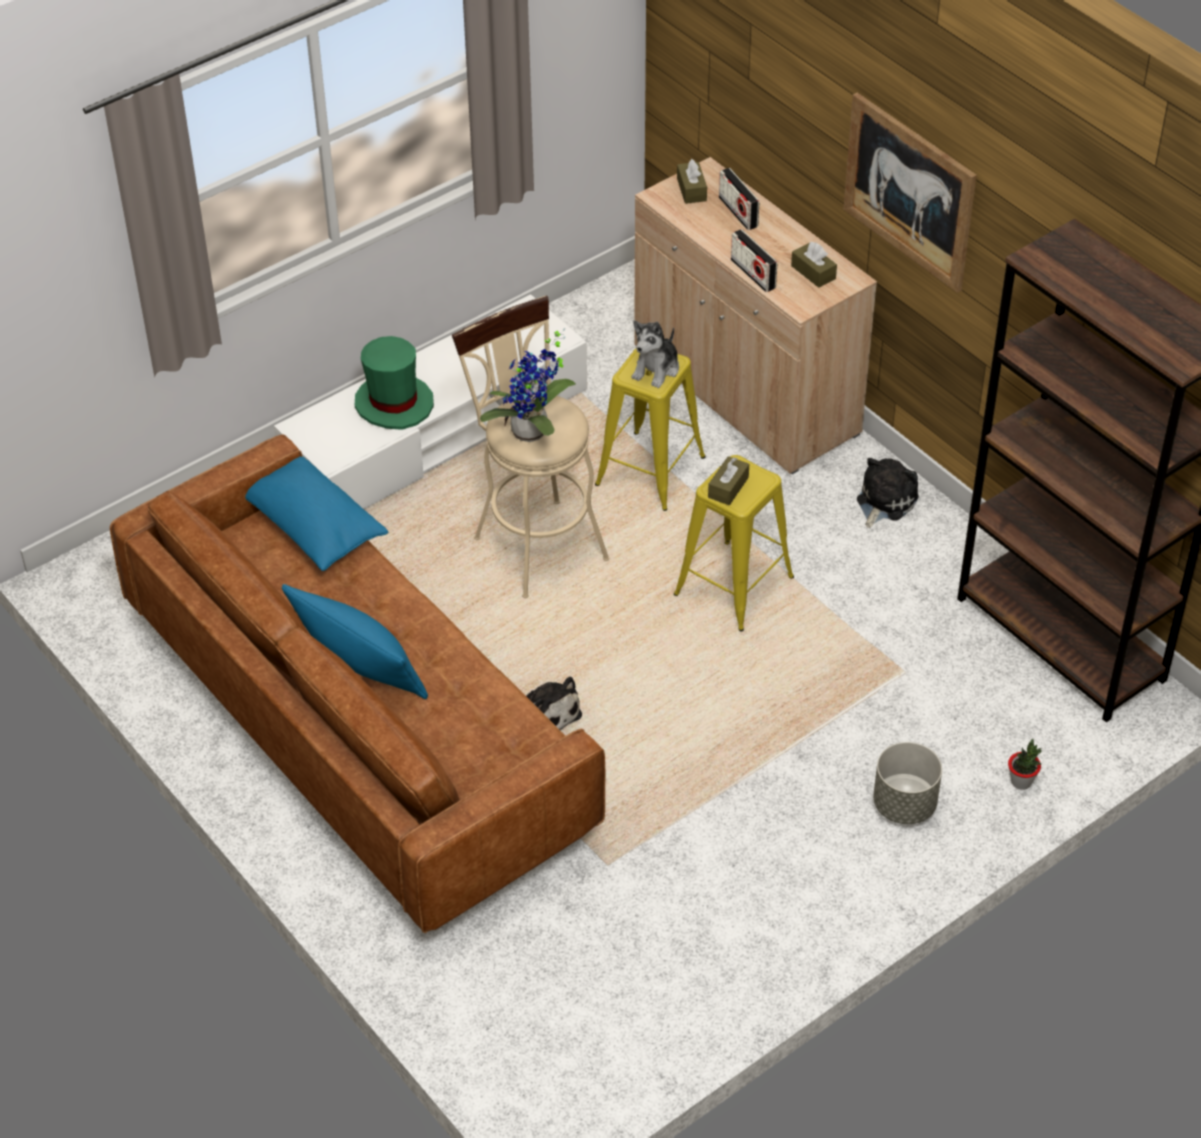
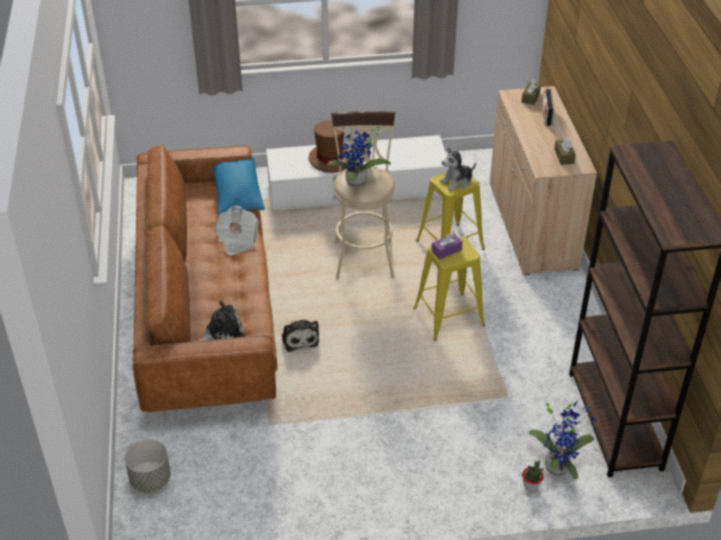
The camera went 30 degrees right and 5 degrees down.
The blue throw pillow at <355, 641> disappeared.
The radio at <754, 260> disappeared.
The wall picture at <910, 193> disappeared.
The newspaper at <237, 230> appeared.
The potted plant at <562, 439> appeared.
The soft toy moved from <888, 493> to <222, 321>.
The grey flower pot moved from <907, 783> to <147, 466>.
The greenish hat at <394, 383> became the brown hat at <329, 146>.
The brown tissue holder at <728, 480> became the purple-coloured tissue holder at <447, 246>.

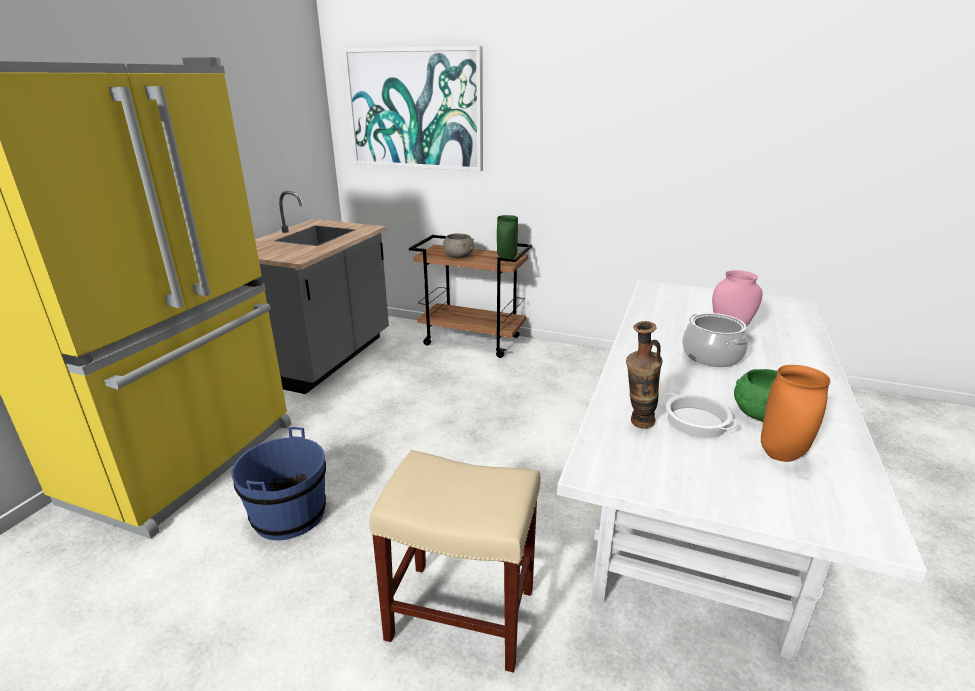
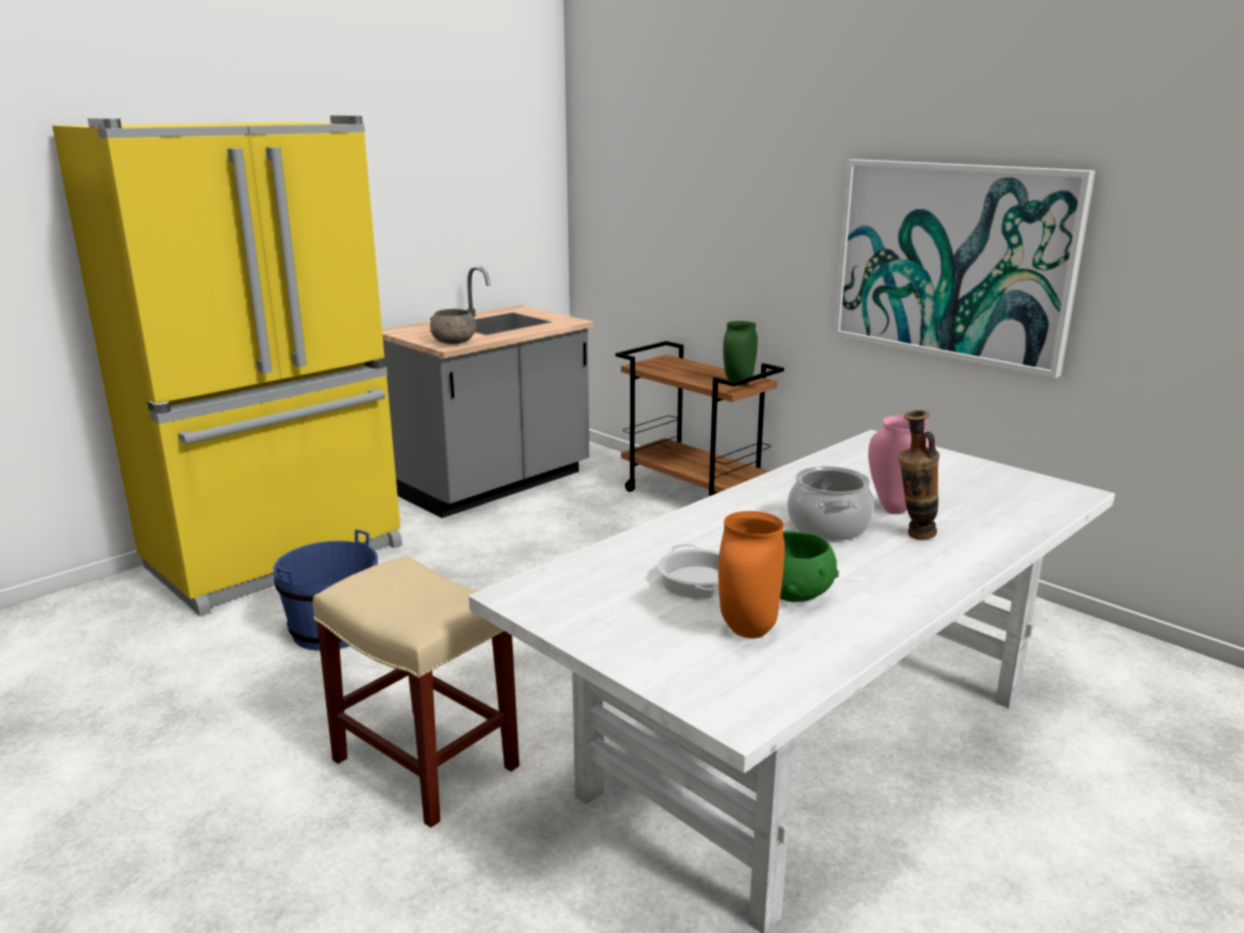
The camera went 25 degrees right and 5 degrees down.
The wall picture moved from <413, 108> to <964, 268>.
The grey deep dish moved from <458, 246> to <453, 326>.
The vase moved from <644, 375> to <919, 475>.

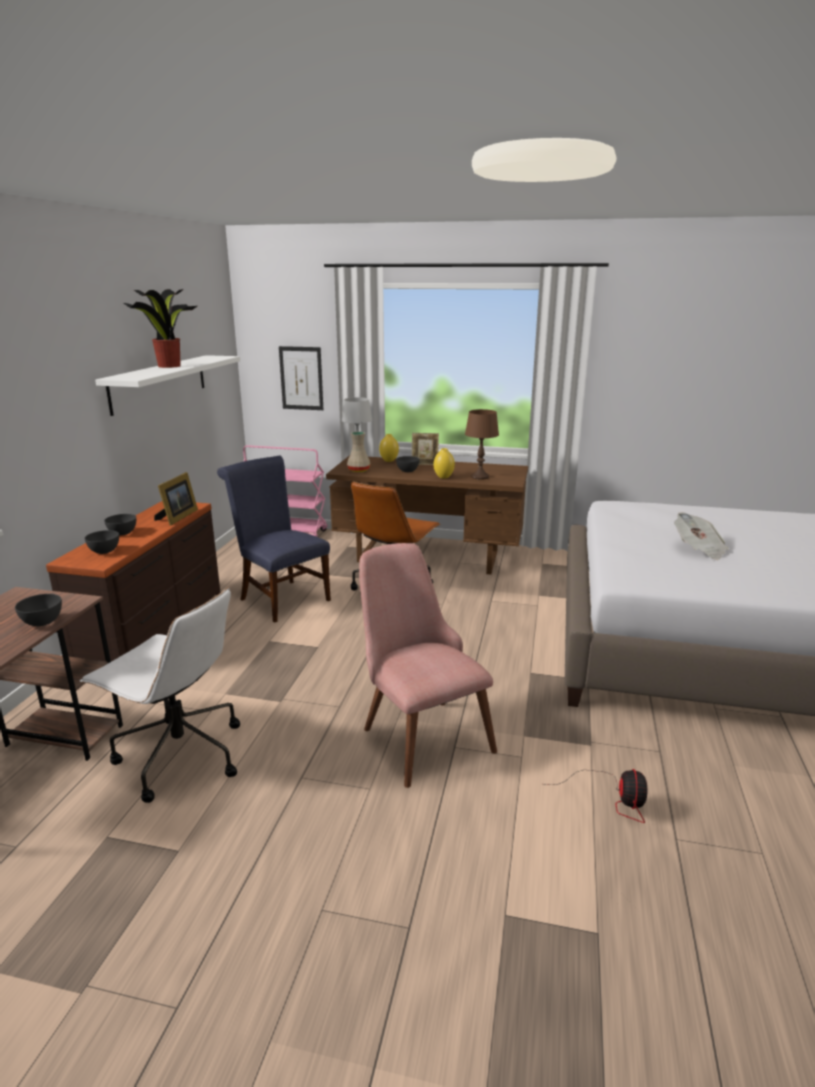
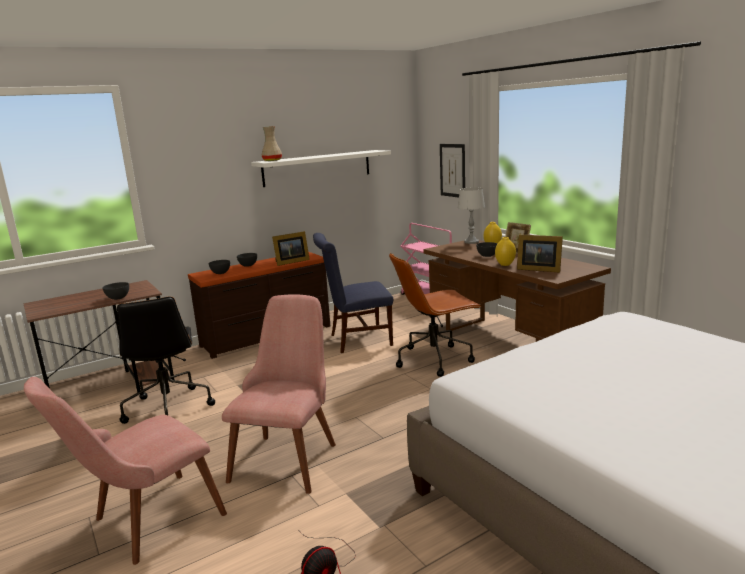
The camera went 45 degrees right and 5 degrees down.
The potted plant at <160, 328> disappeared.
The newspaper at <701, 536> disappeared.
The pink upright chair at <125, 471> appeared.
The beige vase moved from <359, 452> to <272, 143>.
The brown table lamp at <482, 444> was replaced by the standing frame at <540, 254>.
The white-coloured office chair at <160, 695> became the black office chair at <166, 360>.
The blue upright chair at <274, 539> turned 105 degrees counterclockwise.

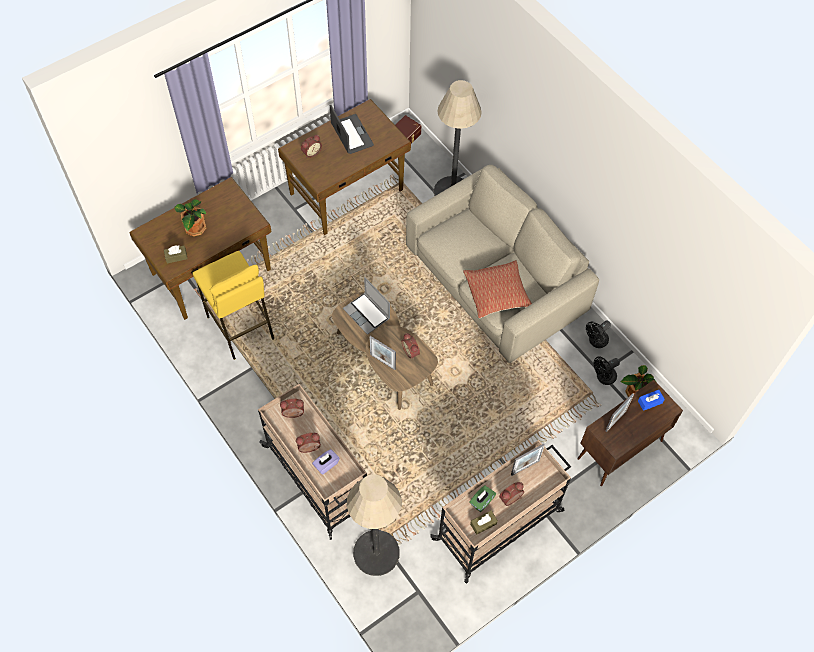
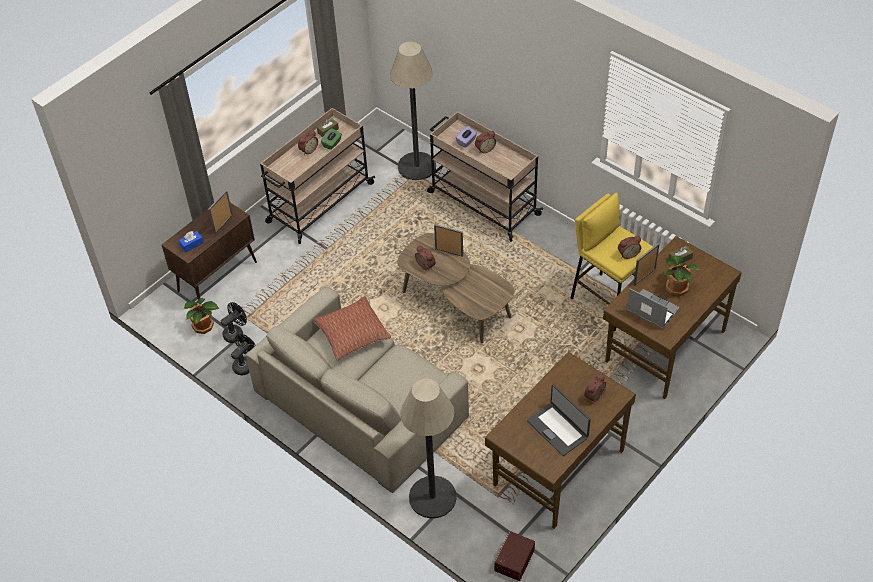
The camera went 170 degrees right and 10 degrees down.
The bedside clock moved from <292, 408> to <629, 247>.
The portable computer moved from <366, 306> to <653, 308>.
The standing frame moved from <528, 460> to <646, 264>.

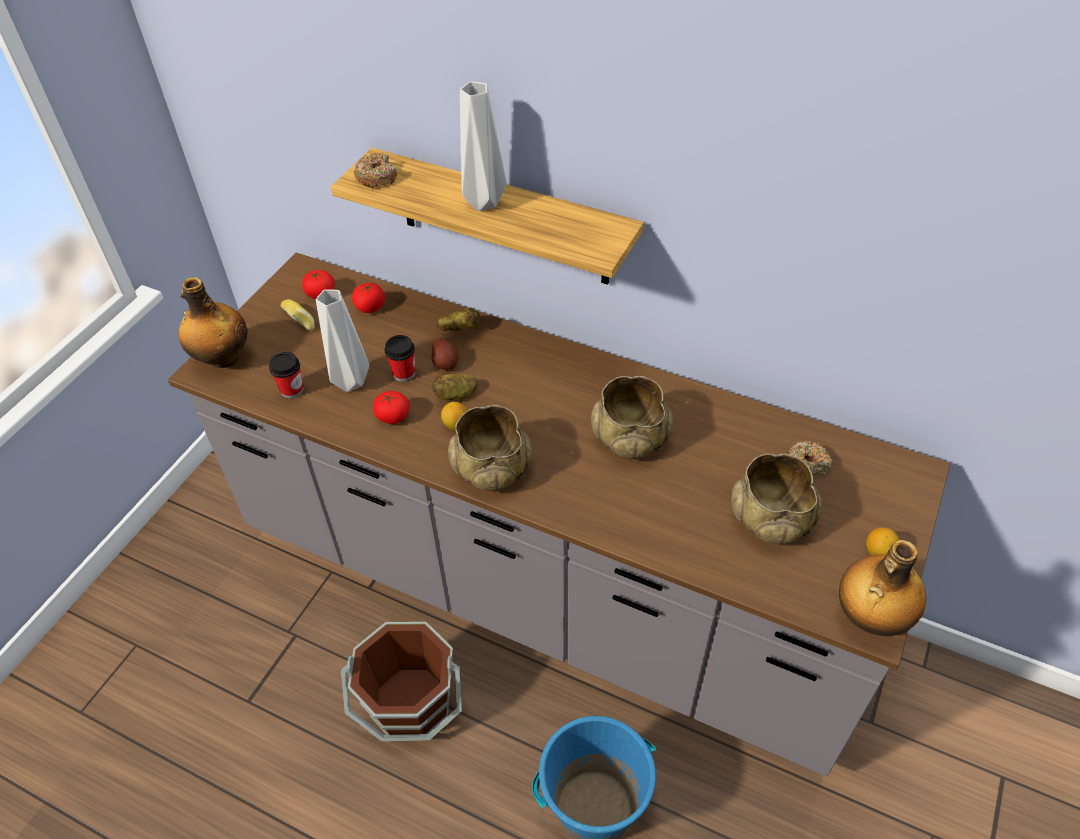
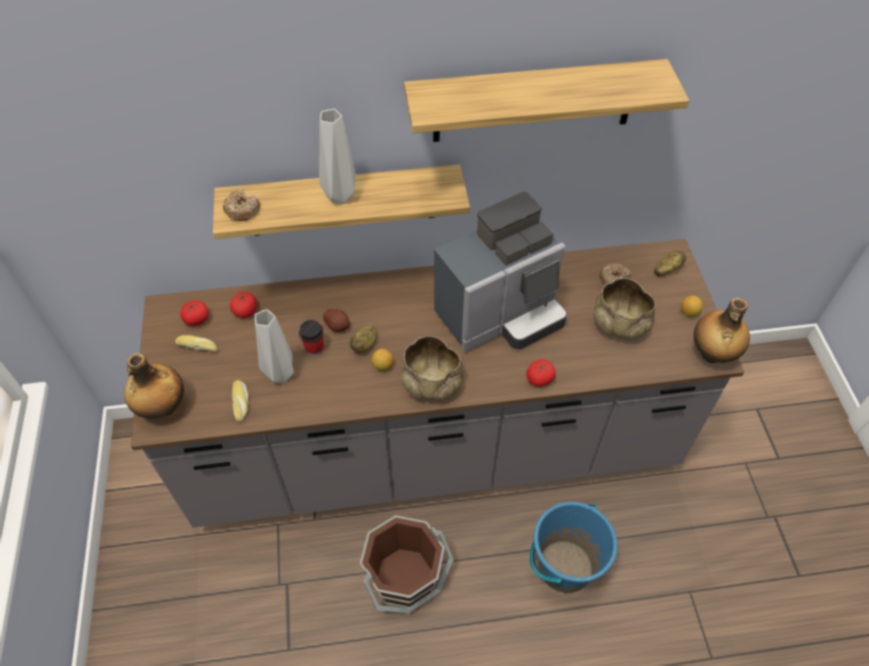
The camera went 35 degrees left and 5 degrees up.
The bracket shelf at <546, 100> appeared.
The tomato moved from <391, 407> to <541, 373>.
The spud moved from <458, 319> to <670, 263>.
The small cup at <286, 375> was replaced by the bakery bread at <240, 401>.
The beige deep dish at <632, 417> was replaced by the coffee maker at <500, 272>.

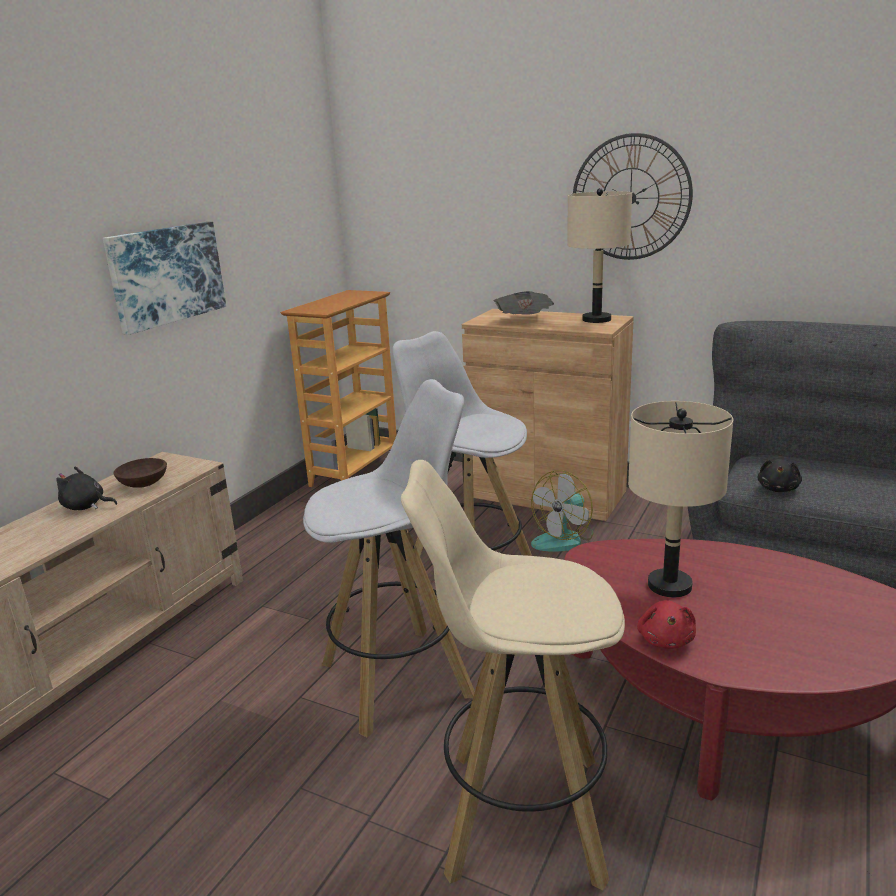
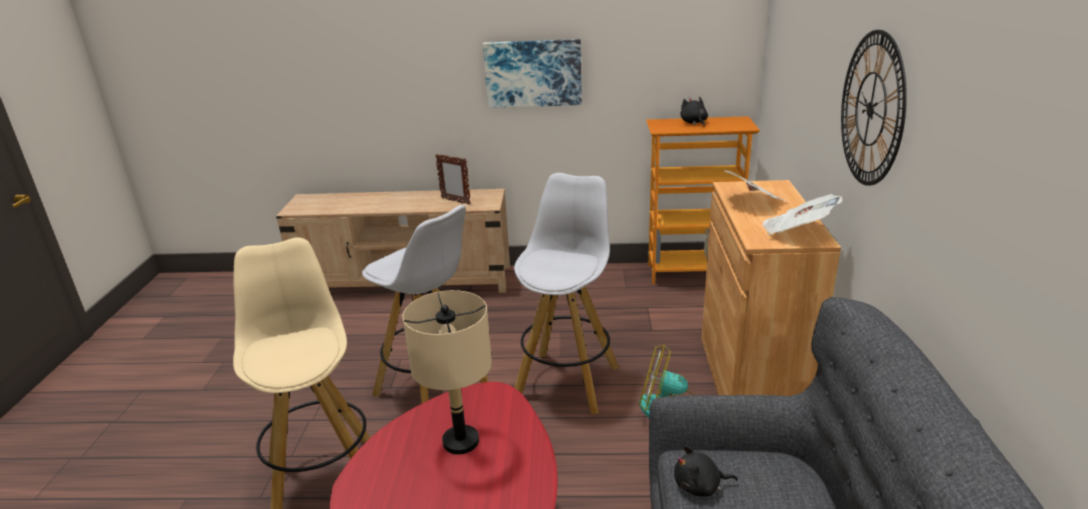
The camera went 65 degrees right and 5 degrees up.
The reddish soft toy at <666, 624> disappeared.
The black soft toy moved from <86, 488> to <694, 111>.
The brown deep dish at <140, 473> was replaced by the standing frame at <453, 179>.
The beige table lamp at <599, 255> was replaced by the newspaper at <802, 214>.

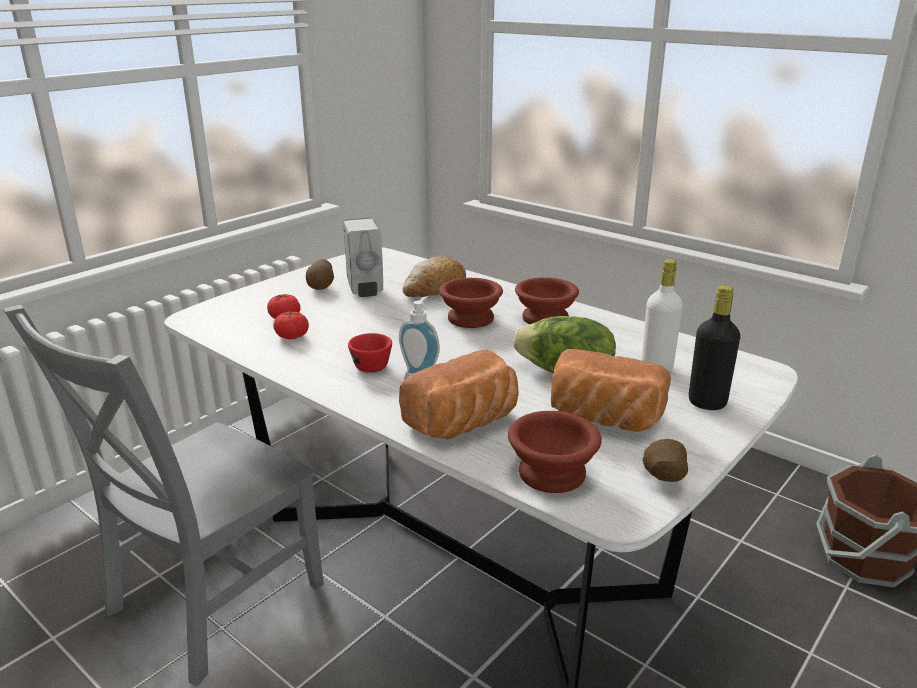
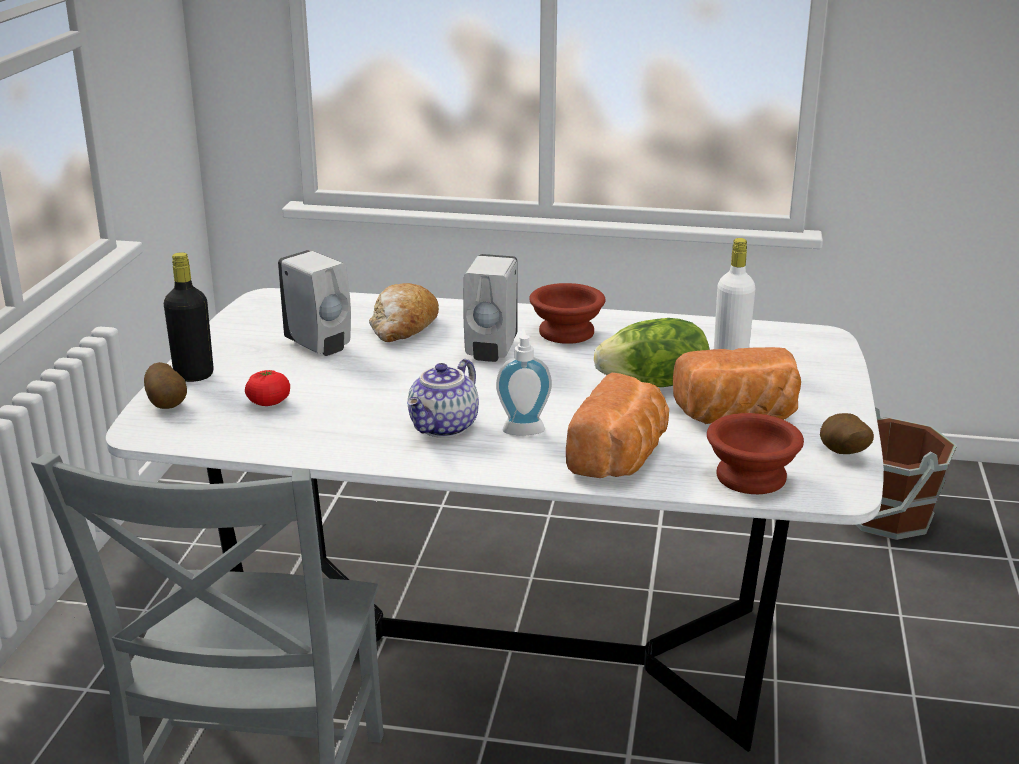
The camera went 30 degrees left and 0 degrees up.
The tomato at <291, 325> disappeared.
The spud moved from <320, 274> to <165, 385>.
The black drink bottle moved from <714, 348> to <189, 317>.
The reddish small cup at <370, 353> was replaced by the pot for tea at <443, 398>.
The brown deep dish at <471, 303> was replaced by the white-coloured liquid soap bottle at <490, 308>.

